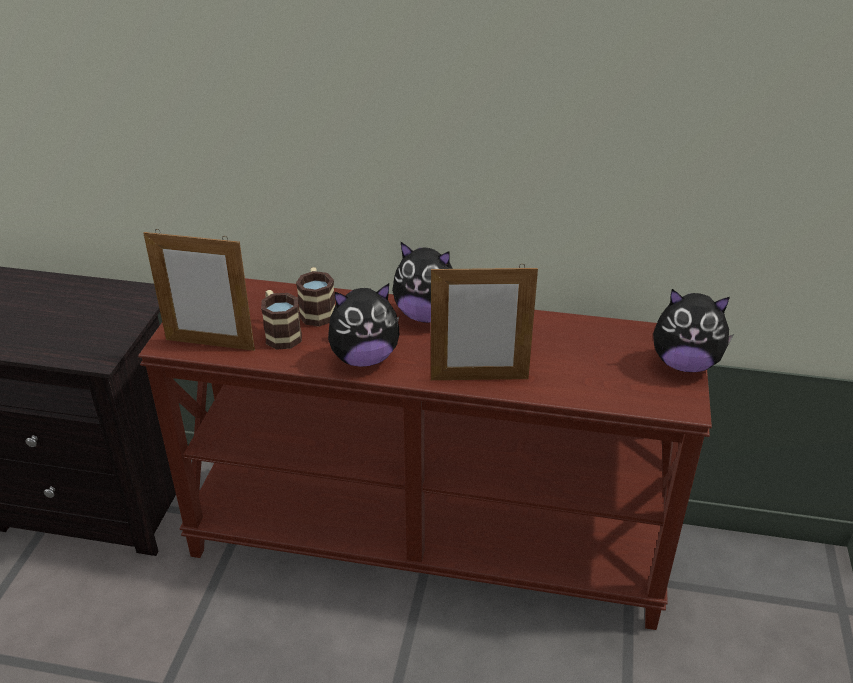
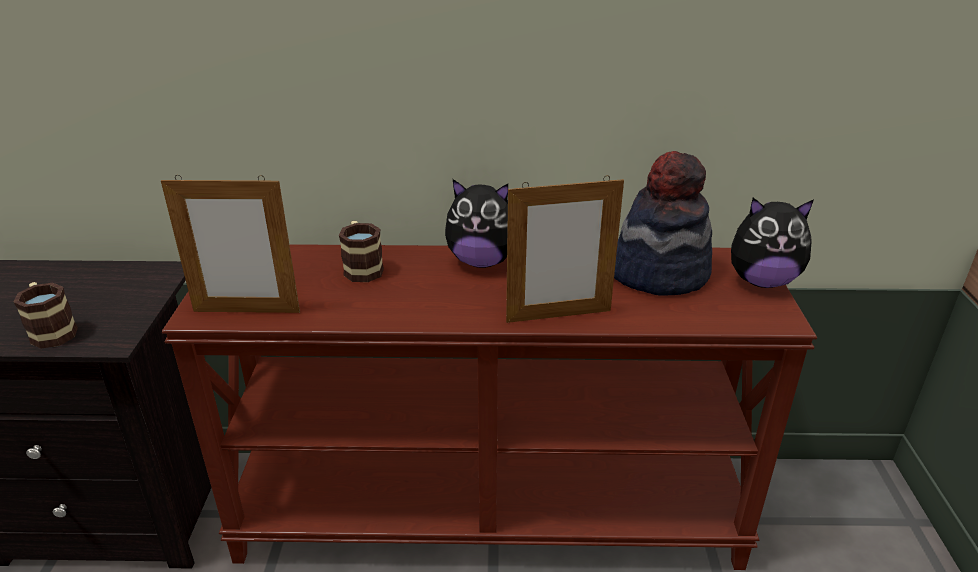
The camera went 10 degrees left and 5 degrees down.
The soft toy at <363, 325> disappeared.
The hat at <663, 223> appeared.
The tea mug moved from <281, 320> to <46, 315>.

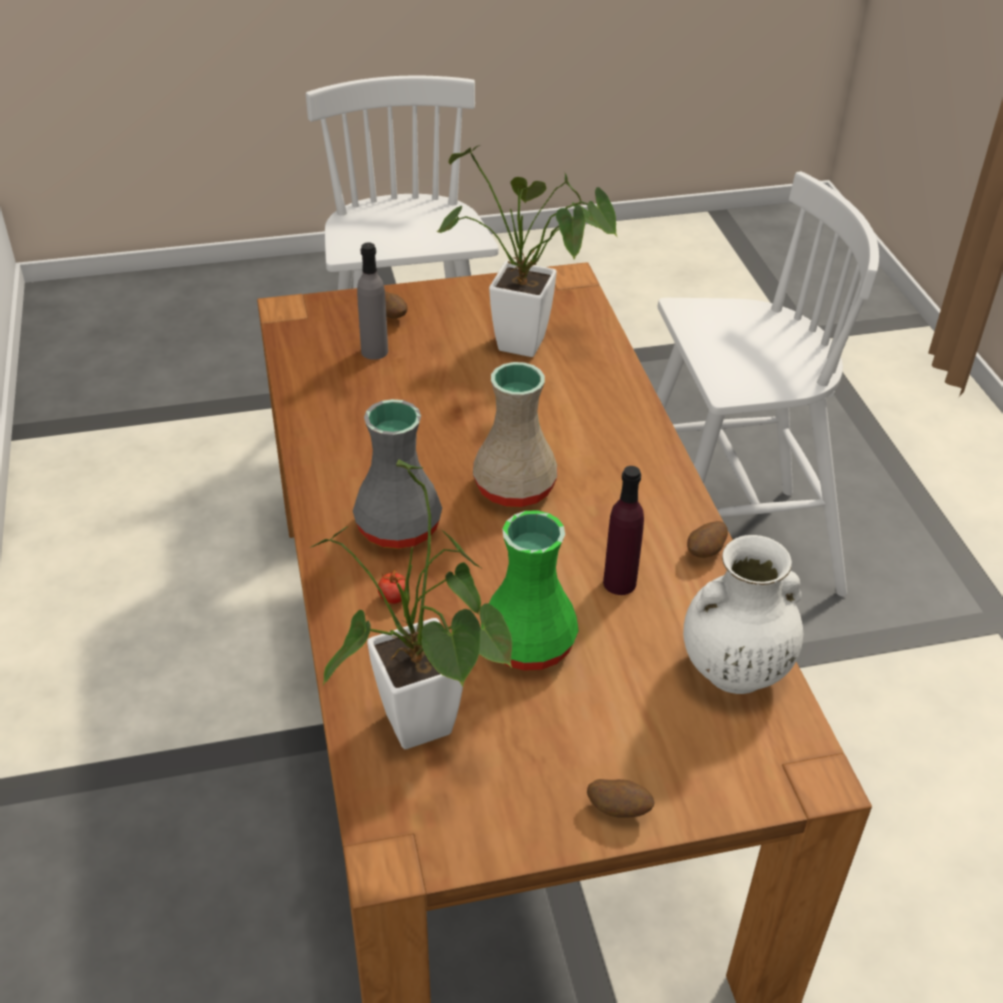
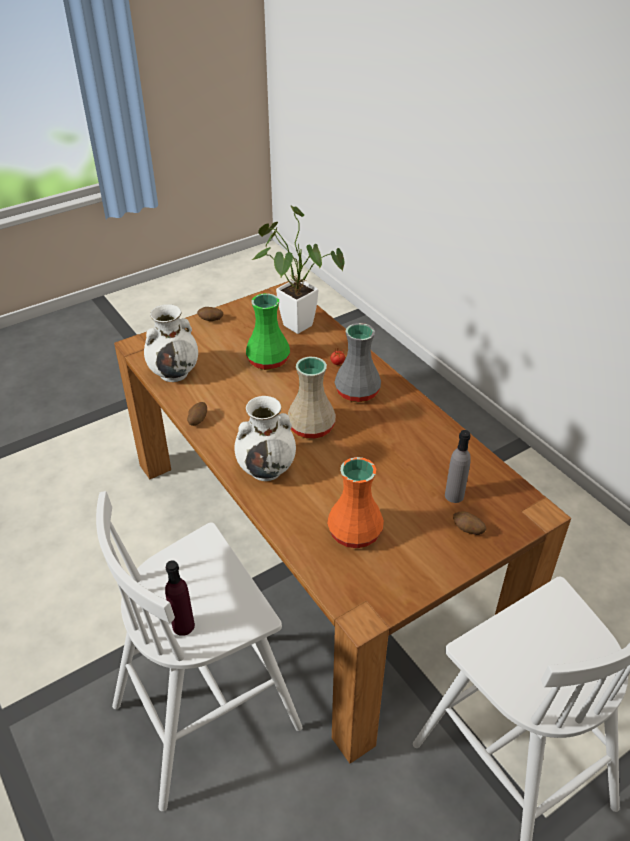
The camera went 160 degrees right and 0 degrees up.
The white-coloured vase at <265, 438> appeared.
The purple-coloured drink bottle moved from <623, 530> to <180, 598>.
The potted plant at <527, 251> was replaced by the orange vase at <355, 502>.

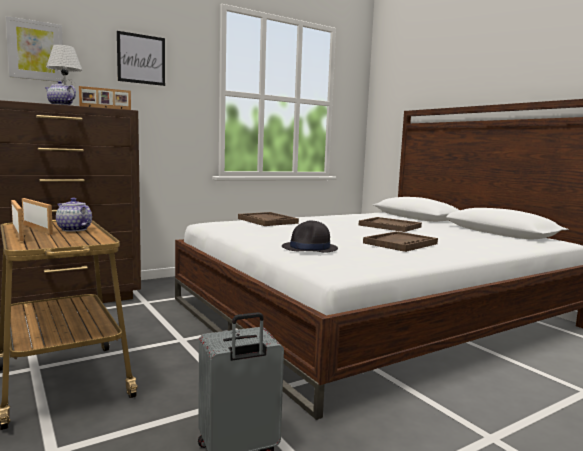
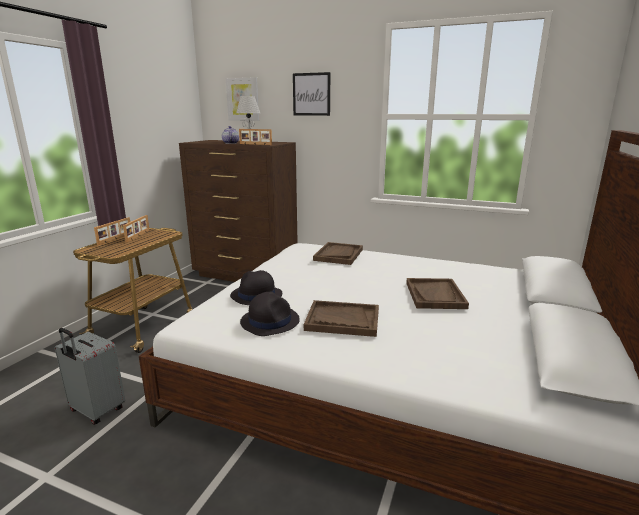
The camera went 55 degrees right and 10 degrees up.
The pot for tea at <74, 215> disappeared.
The black hat at <270, 314> appeared.

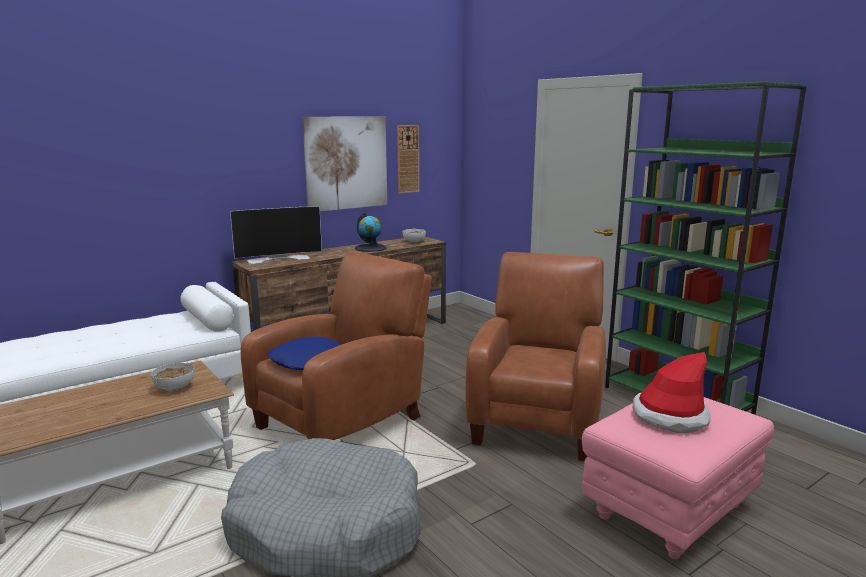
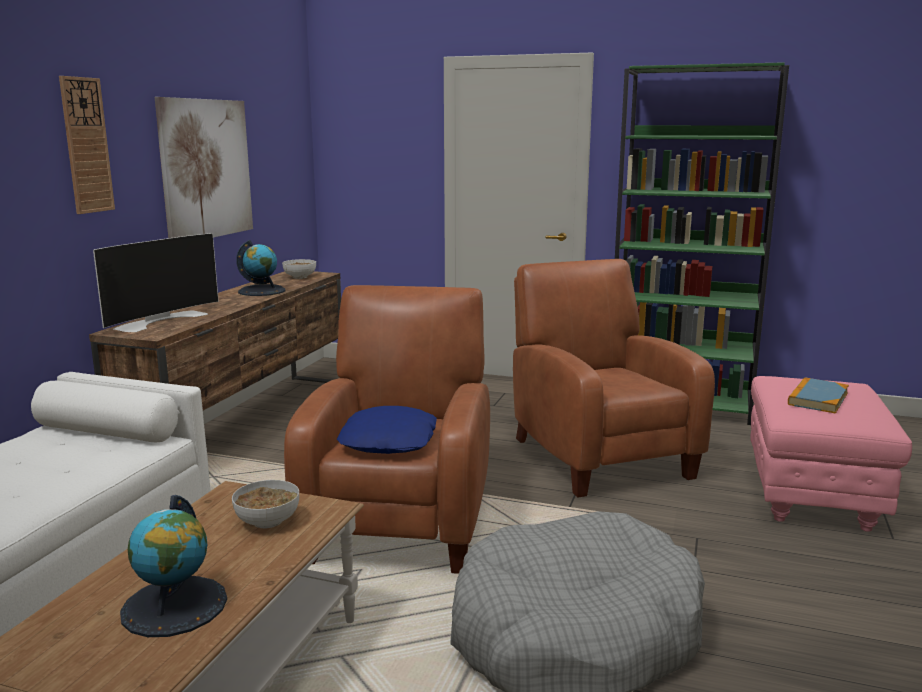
The camera went 35 degrees left and 0 degrees up.
The world globe at <173, 566> appeared.
The hanging clock moved from <408, 159> to <87, 145>.
The hat at <671, 392> was replaced by the bound book at <818, 395>.

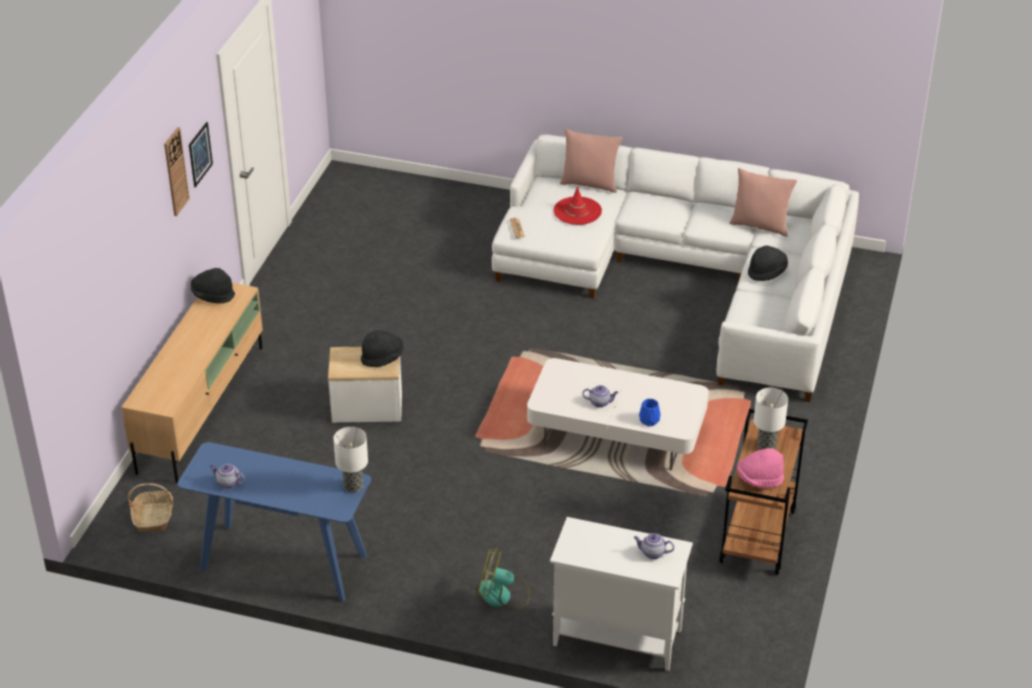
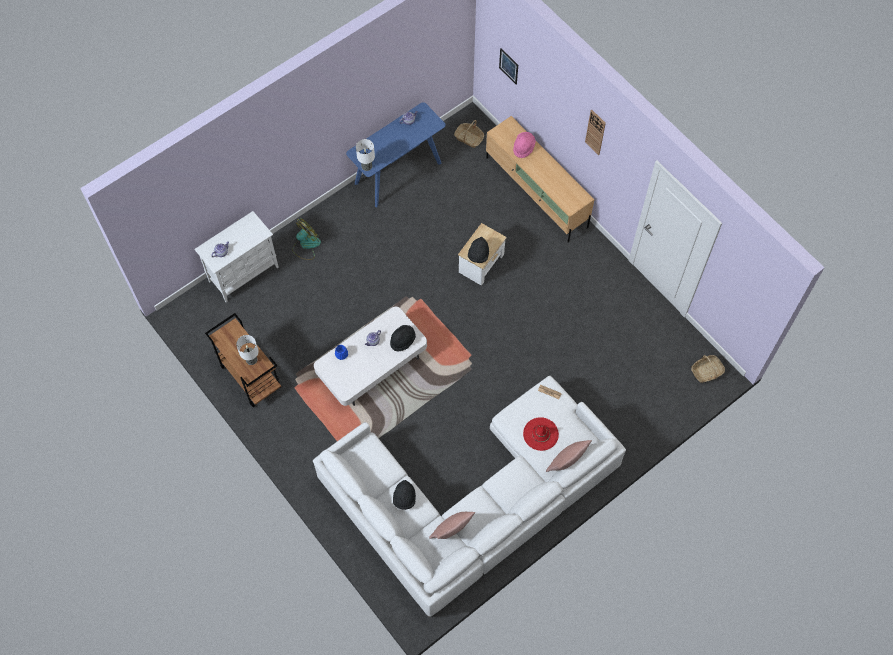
The camera went 125 degrees right and 25 degrees up.
The household basket at <708, 369> appeared.
The wall picture moved from <201, 154> to <508, 66>.
The black hat moved from <213, 286> to <403, 338>.
The pink hat moved from <760, 468> to <524, 145>.

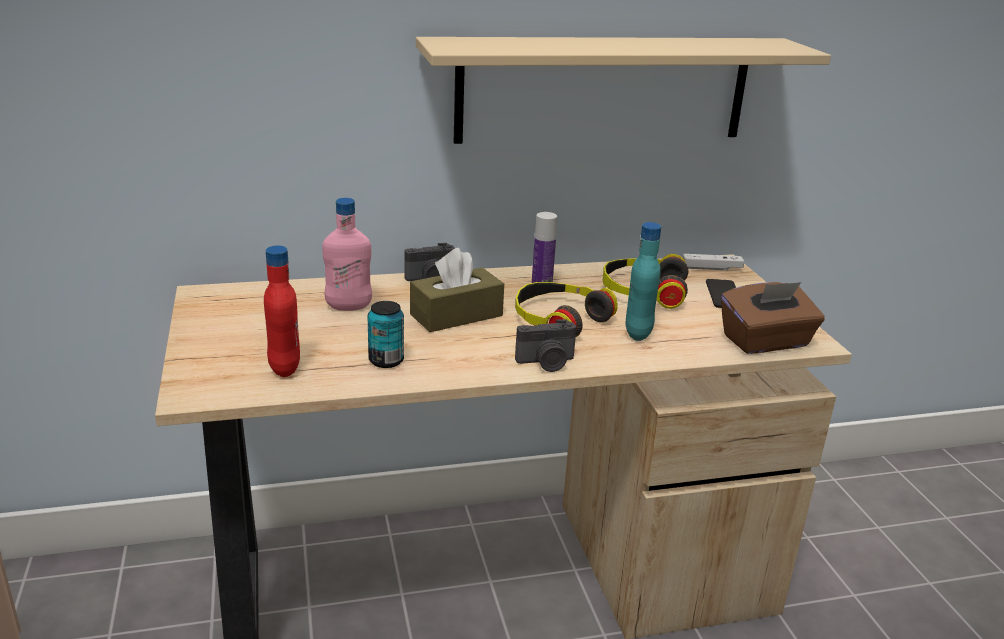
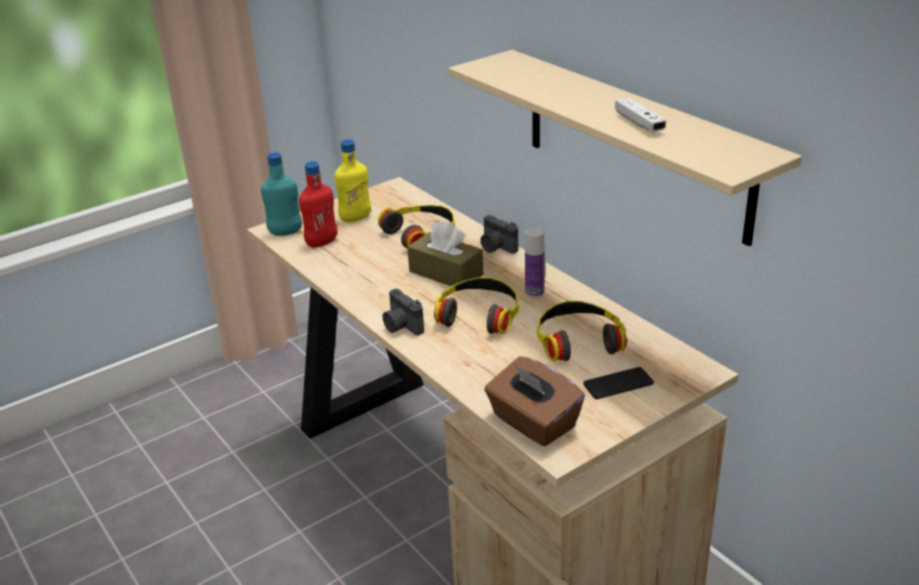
The camera went 70 degrees right and 5 degrees up.
The sealed can at <385, 334> disappeared.
The yellow drink bottle at <352, 180> appeared.
The turquoise drink bottle moved from <643, 281> to <281, 194>.
The white-coloured game controller moved from <713, 262> to <640, 114>.
The pink drink bottle at <347, 254> was replaced by the headphones at <416, 227>.

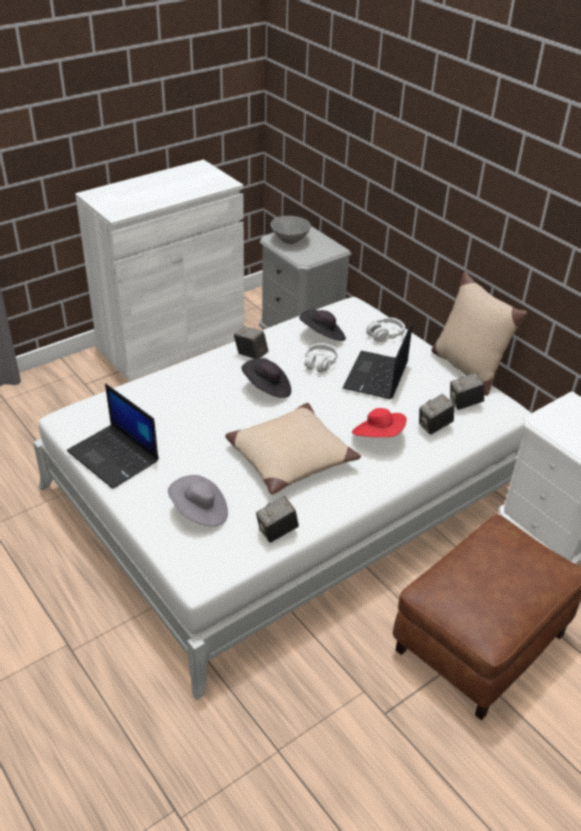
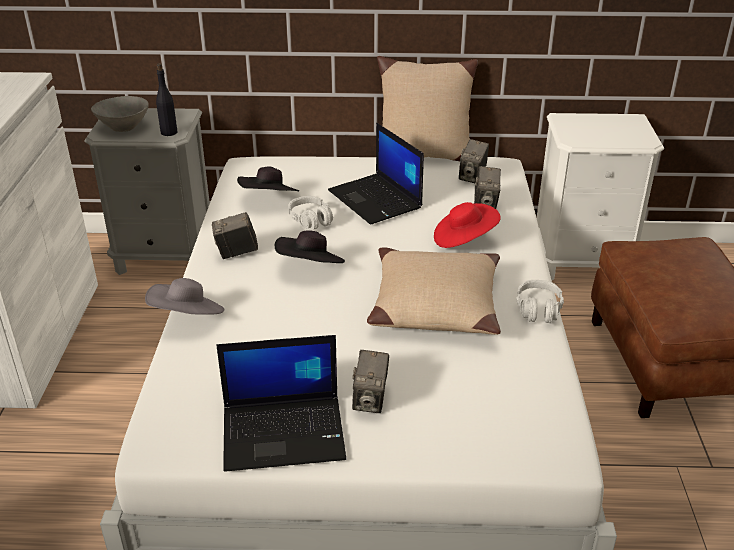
The camera went 50 degrees left and 5 degrees down.
The black drink bottle at <166, 99> appeared.
The grey hat moved from <198, 500> to <184, 296>.
The photo camera moved from <277, 519> to <370, 381>.
The grey headphones moved from <385, 330> to <540, 301>.

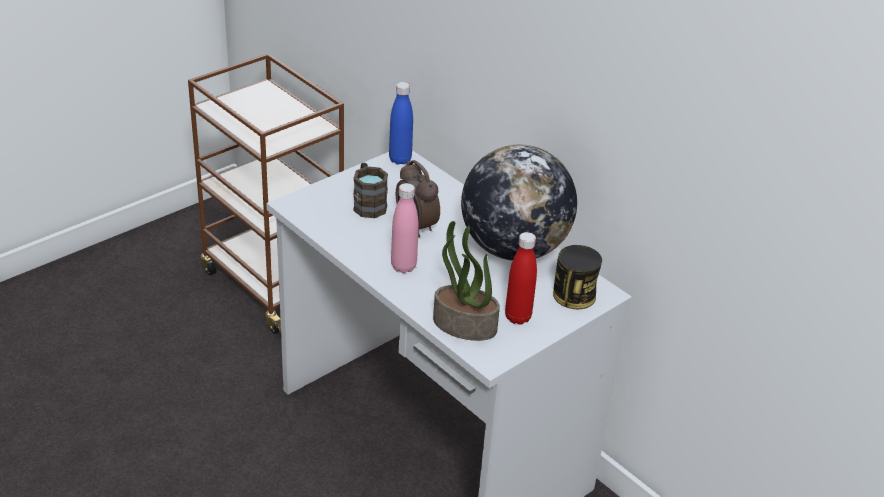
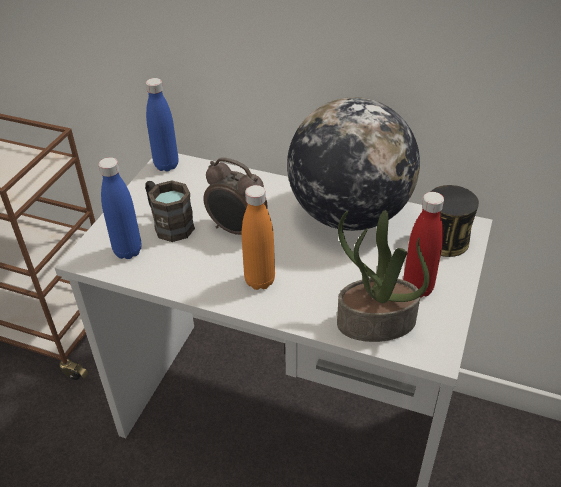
The camera went 25 degrees left and 5 degrees up.
The blue drink bottle at <119, 208> appeared.
The pink drink bottle at <405, 228> became the orange drink bottle at <258, 237>.

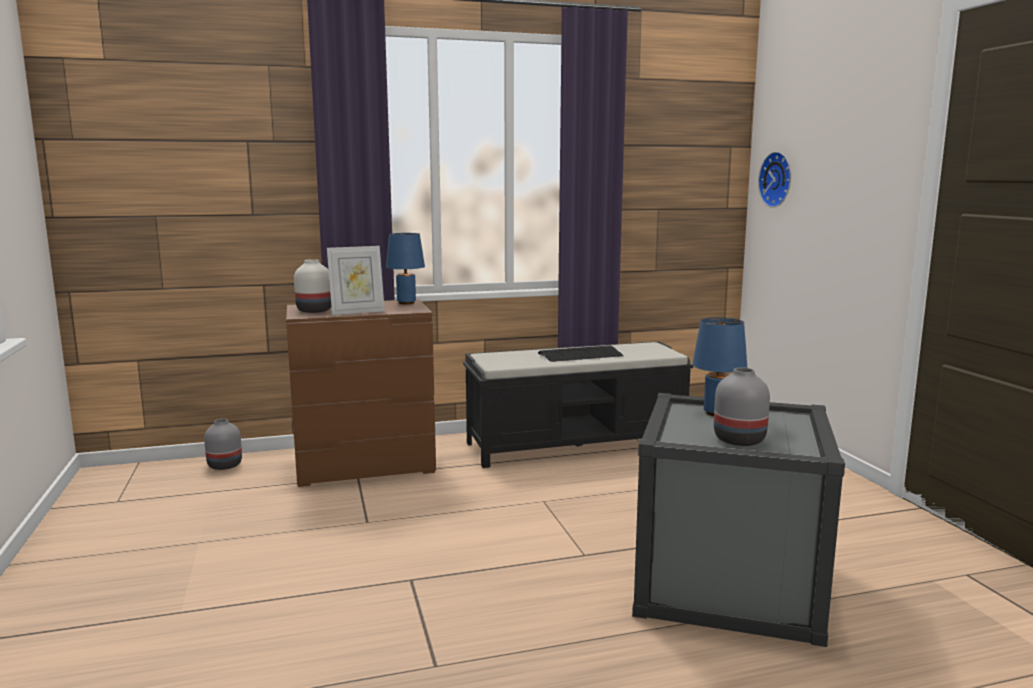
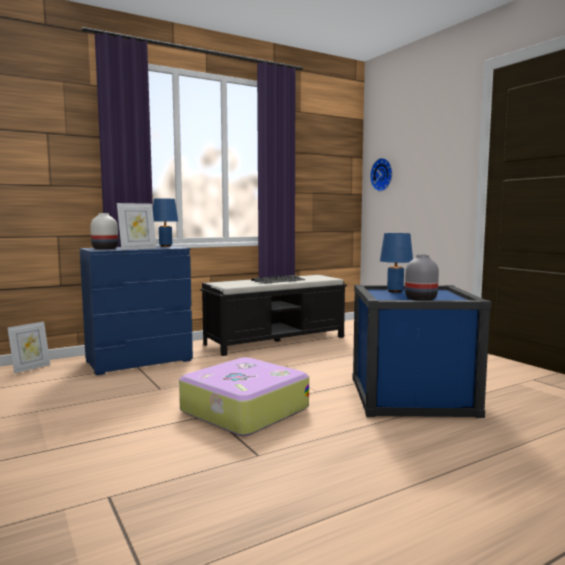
The camera went 15 degrees left and 5 degrees down.
The piece of luggage at <244, 396> appeared.
The grey vase at <223, 444> was replaced by the standing frame at <28, 347>.
The brown chest of drawers at <361, 393> became the blue chest of drawers at <136, 310>.
The grey storage bin at <738, 520> became the blue storage bin at <422, 351>.

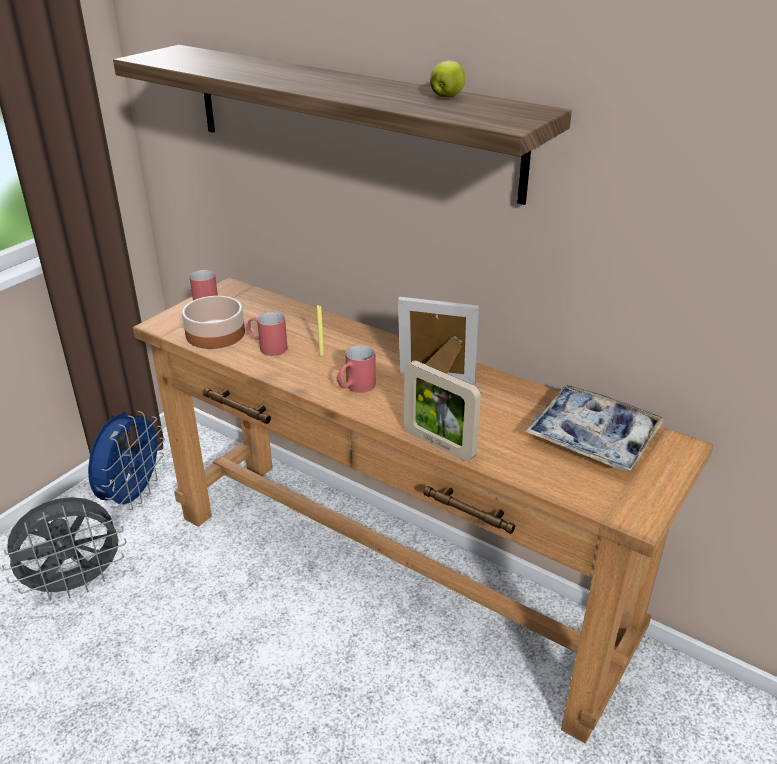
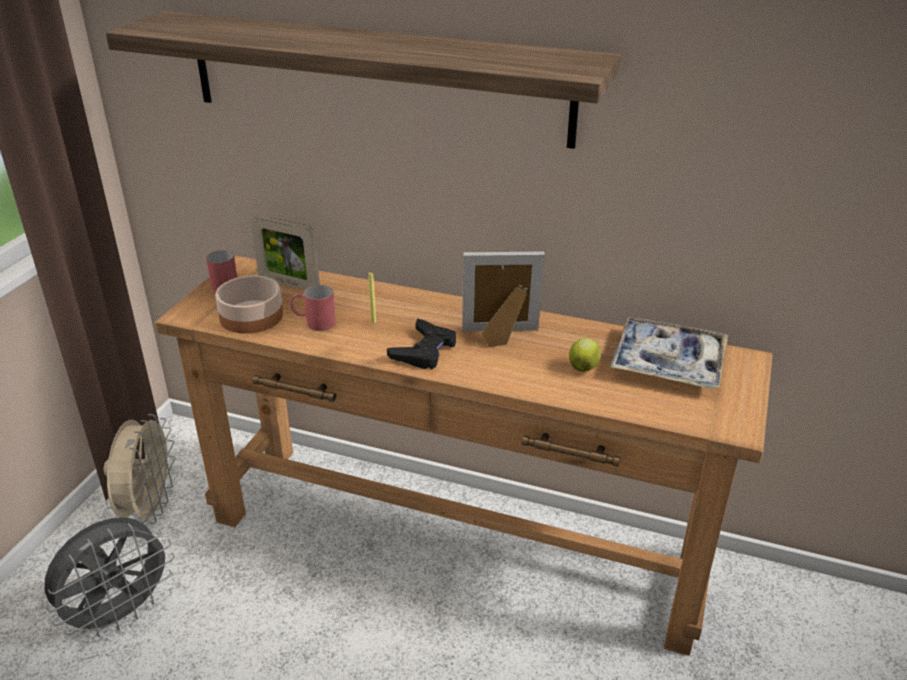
The camera went 15 degrees left and 0 degrees up.
The standing frame moved from <442, 410> to <285, 252>.
The apple fruit moved from <447, 79> to <585, 355>.
The reddish tea mug at <356, 369> was replaced by the black game controller at <421, 344>.
The blue cooling fan at <126, 460> became the beige cooling fan at <139, 469>.

